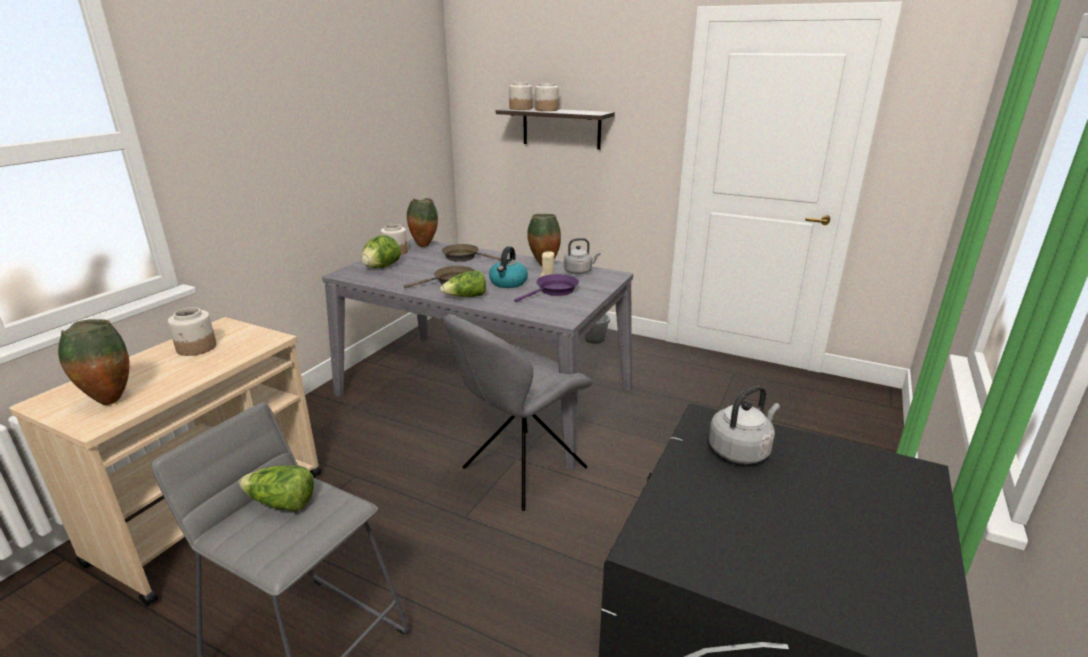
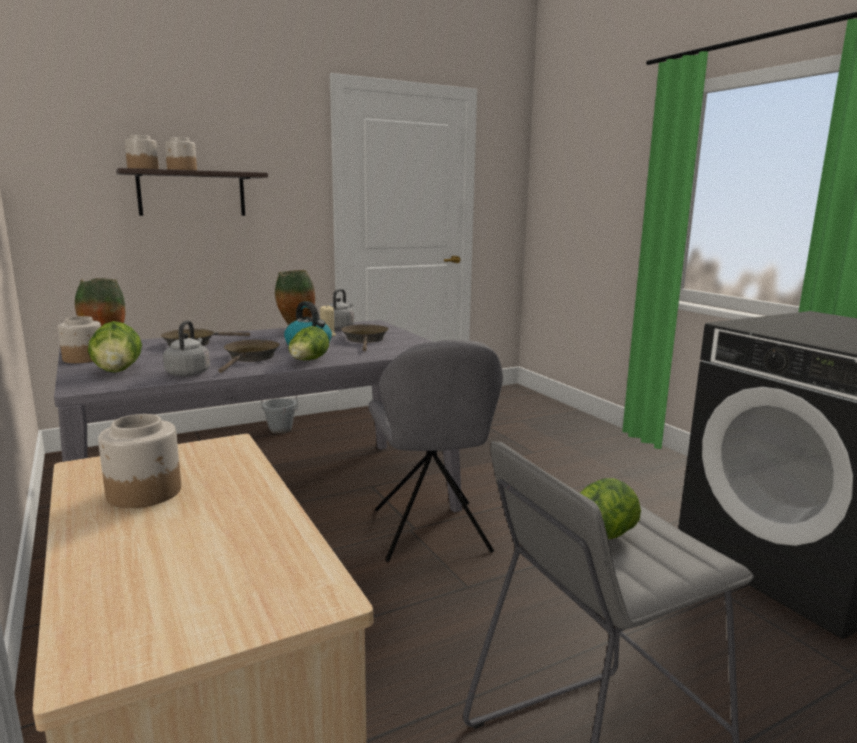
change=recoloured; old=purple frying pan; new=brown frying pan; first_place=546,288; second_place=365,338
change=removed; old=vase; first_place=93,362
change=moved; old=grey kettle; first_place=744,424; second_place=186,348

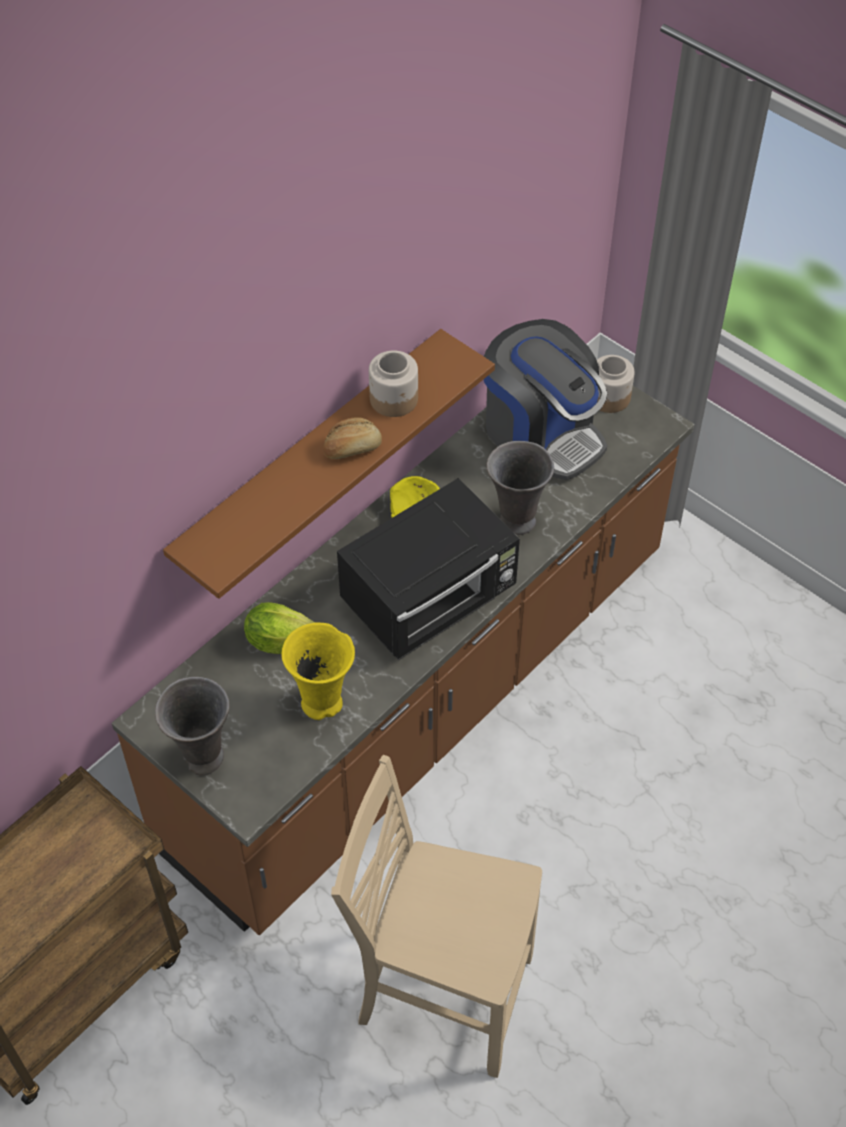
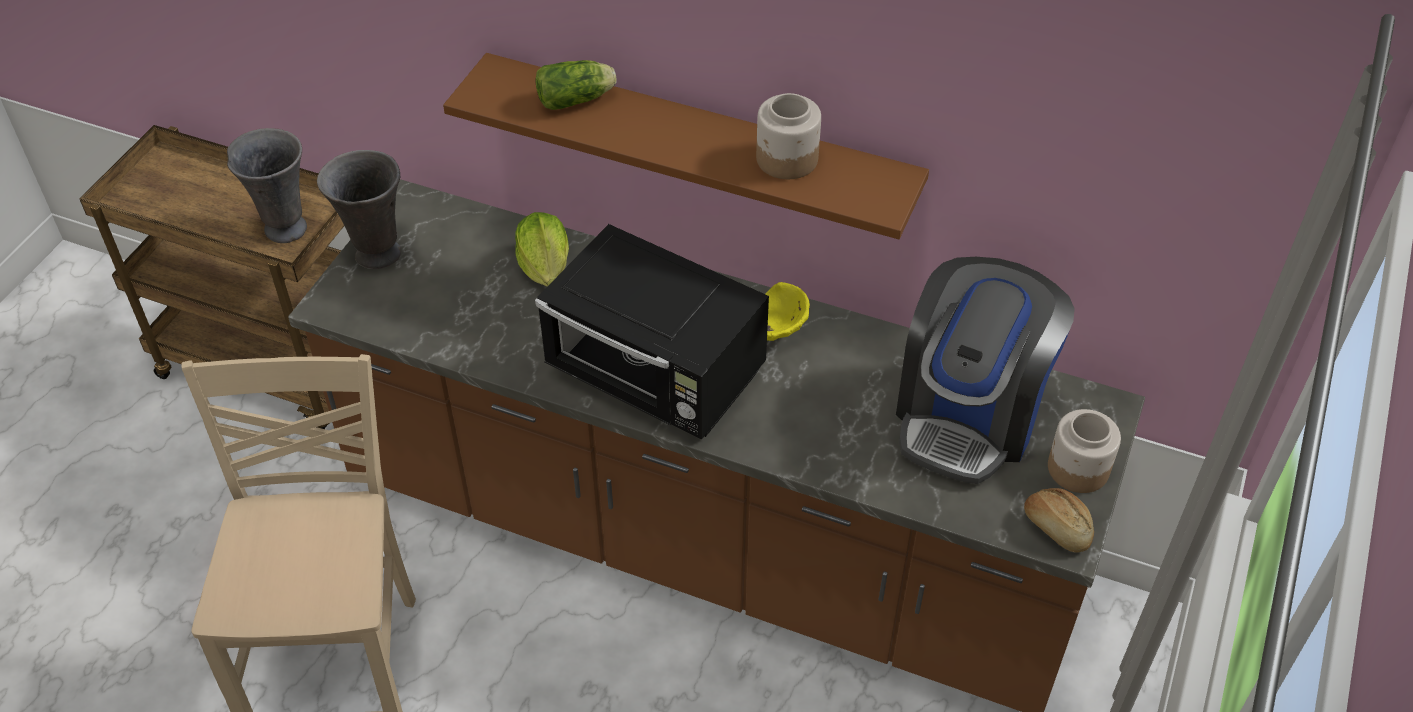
change=moved; old=bread; first_place=353,438; second_place=1059,520
change=moved; old=grey vase; first_place=520,488; second_place=267,185
change=removed; old=yellow vase; first_place=318,671
change=added; new=lettuce; second_place=576,85

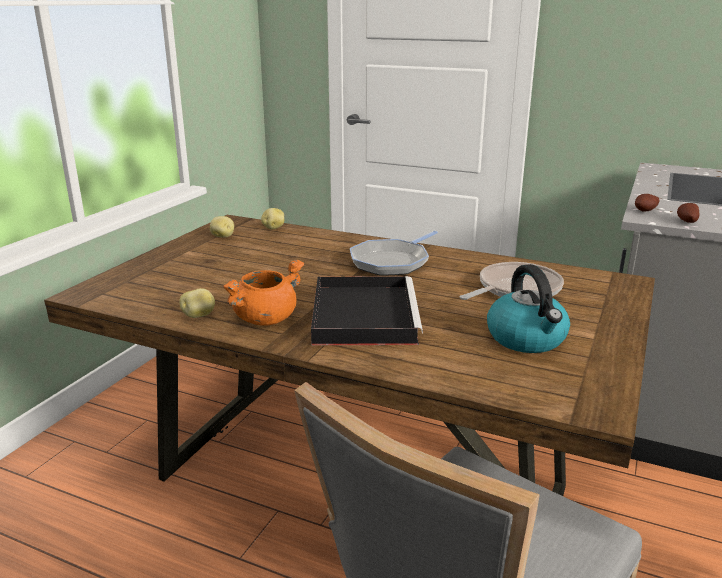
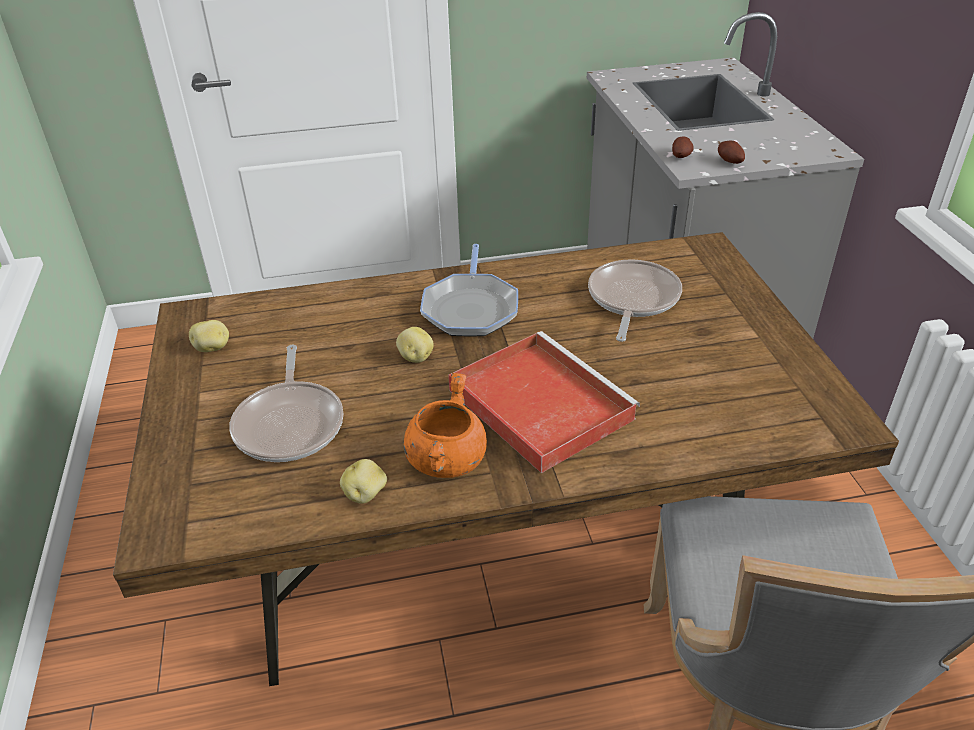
change=moved; old=potato; first_place=272,219; second_place=415,345
change=removed; old=kettle; first_place=528,308
change=recoloured; old=black tray; new=red tray; first_place=367,310; second_place=544,402
change=added; new=frying pan; second_place=286,403

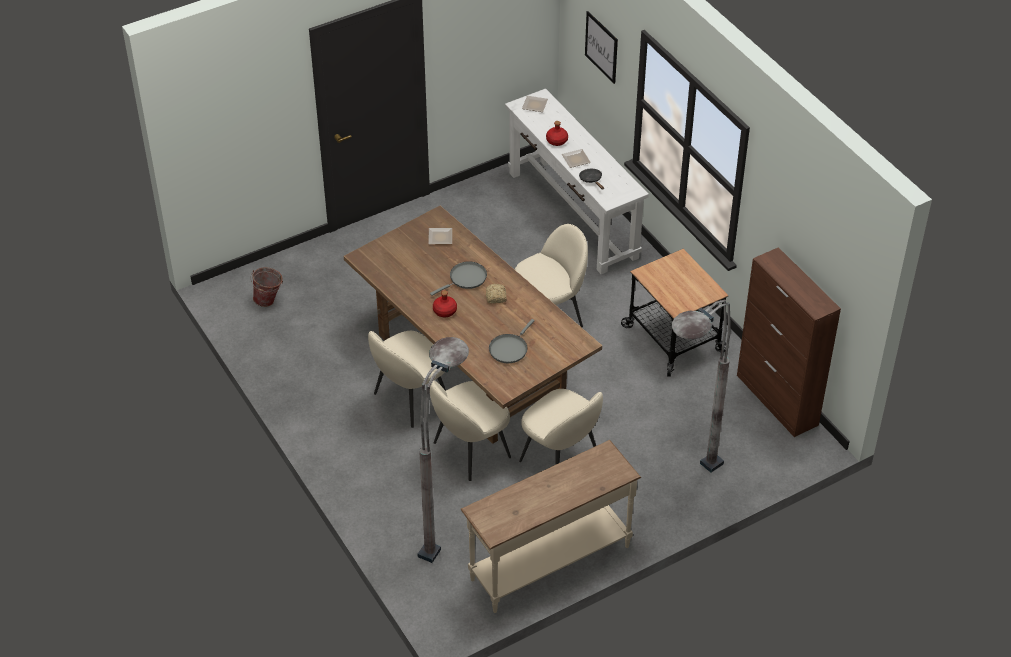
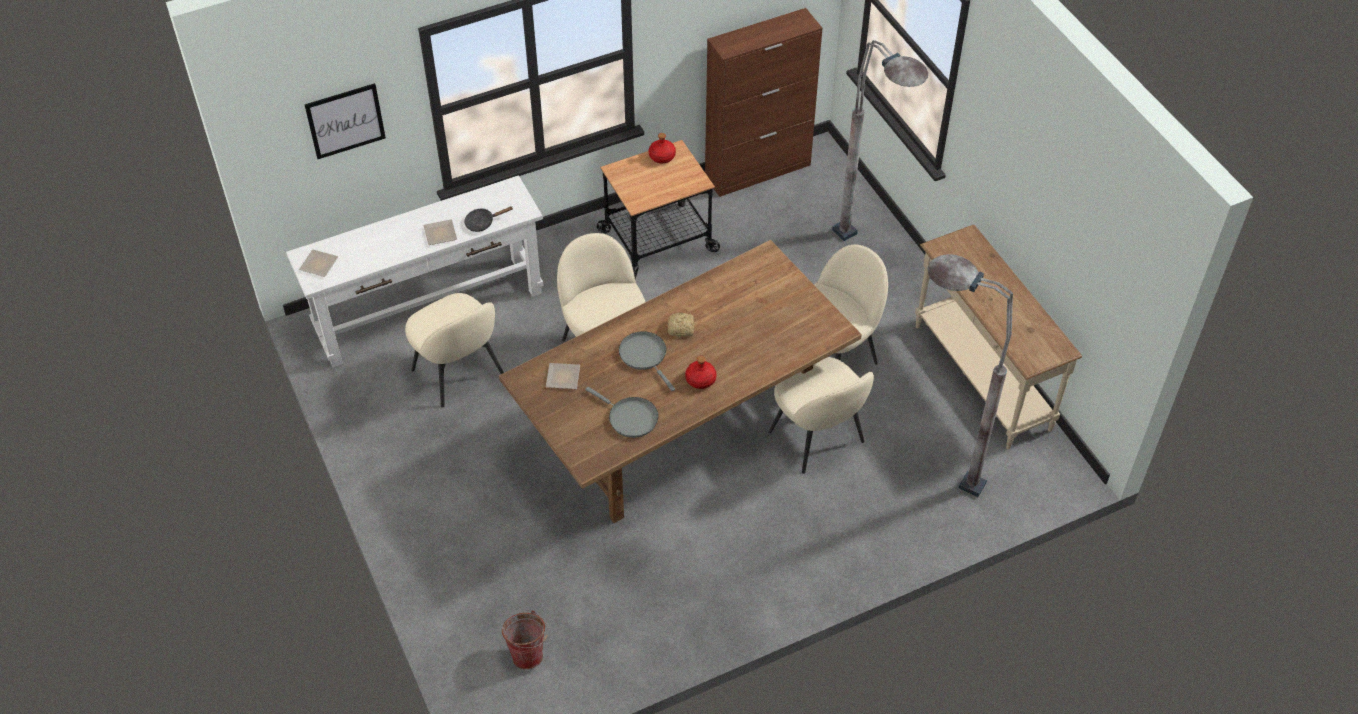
change=moved; old=red bottle; first_place=557,133; second_place=662,148
change=moved; old=grey frying pan; first_place=512,341; second_place=621,412
change=moved; old=beige chair; first_place=407,379; second_place=454,350

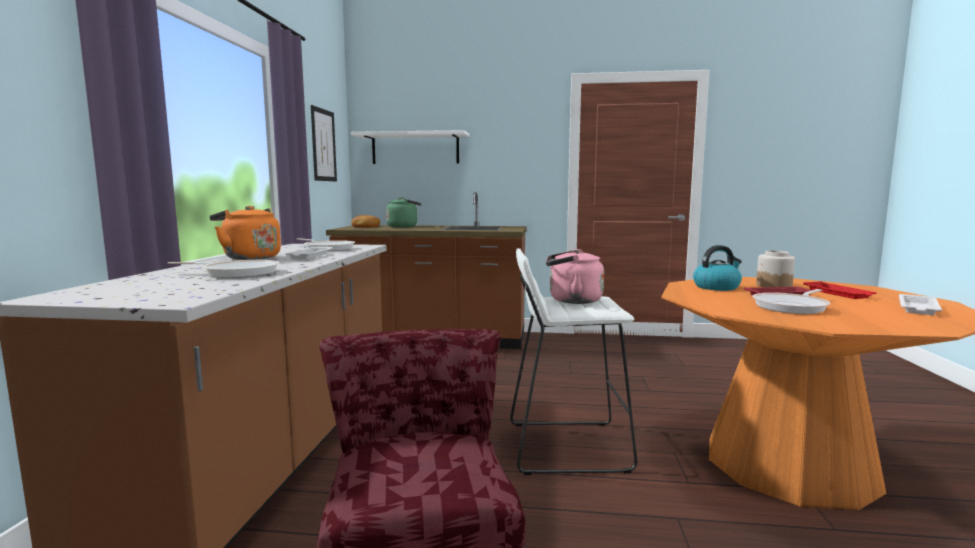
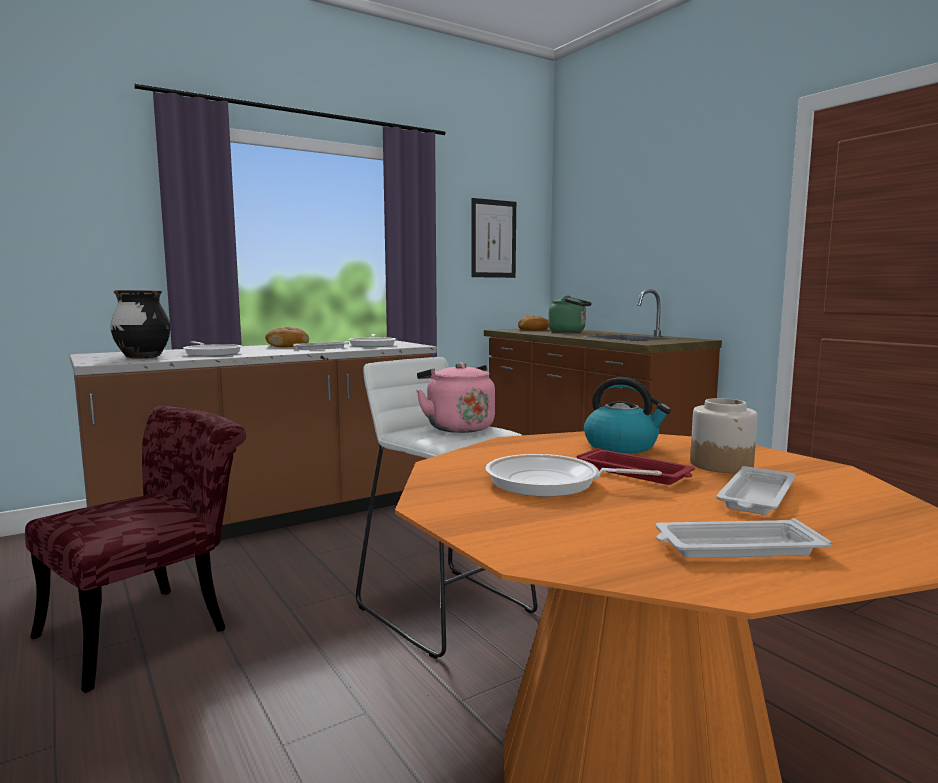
change=removed; old=white shelf; first_place=410,147
change=replaced; old=orange kettle; new=bread; first_place=245,233; second_place=287,337
change=recoloured; old=red tray; new=white tray; first_place=840,290; second_place=755,490
change=added; new=black vase; second_place=140,324

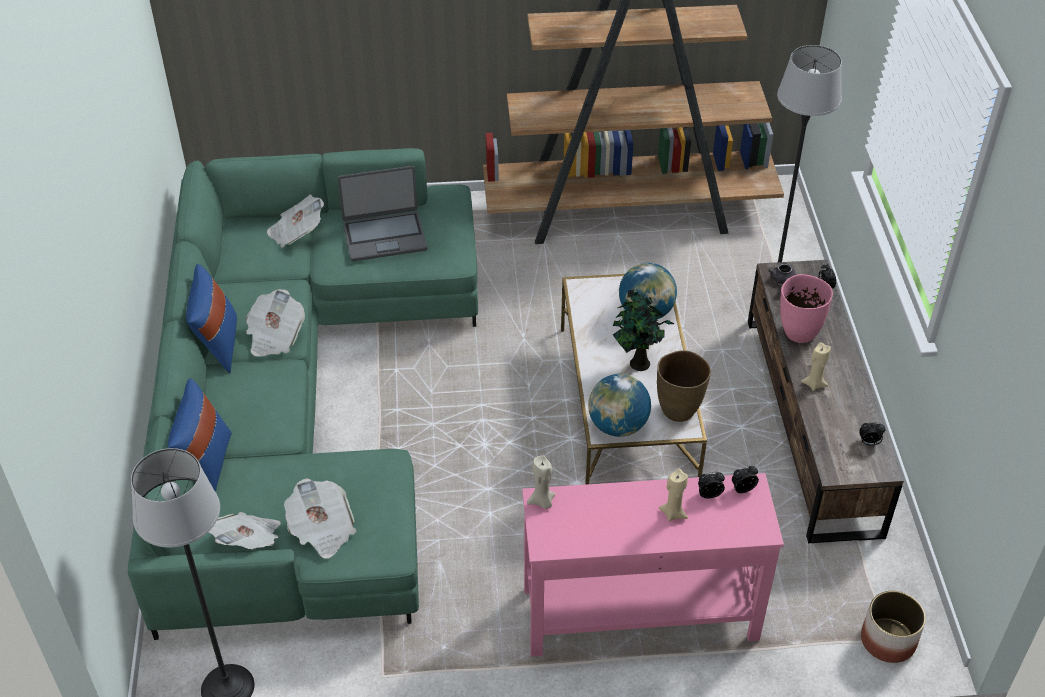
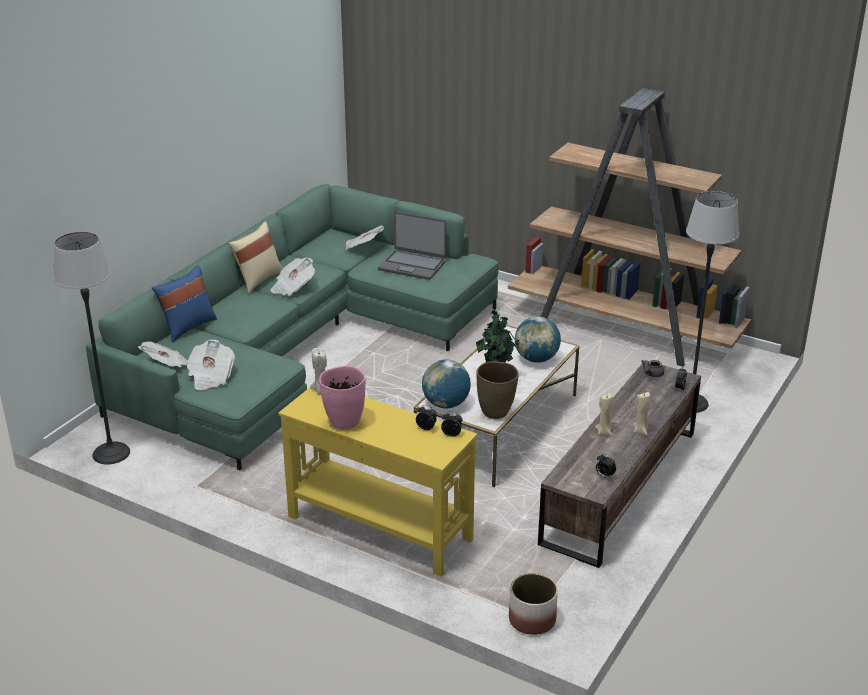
change=recoloured; old=blue pillow; new=beige pillow; first_place=211,318; second_place=255,257
change=moved; old=pink vase; first_place=806,308; second_place=342,398
change=moved; old=beige candle; first_place=673,494; second_place=642,414
change=recoloured; old=pink console table; new=yellow console table; first_place=653,565; second_place=378,482

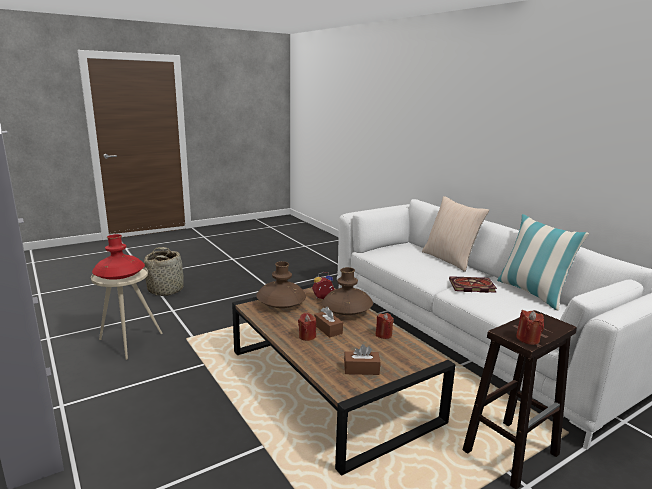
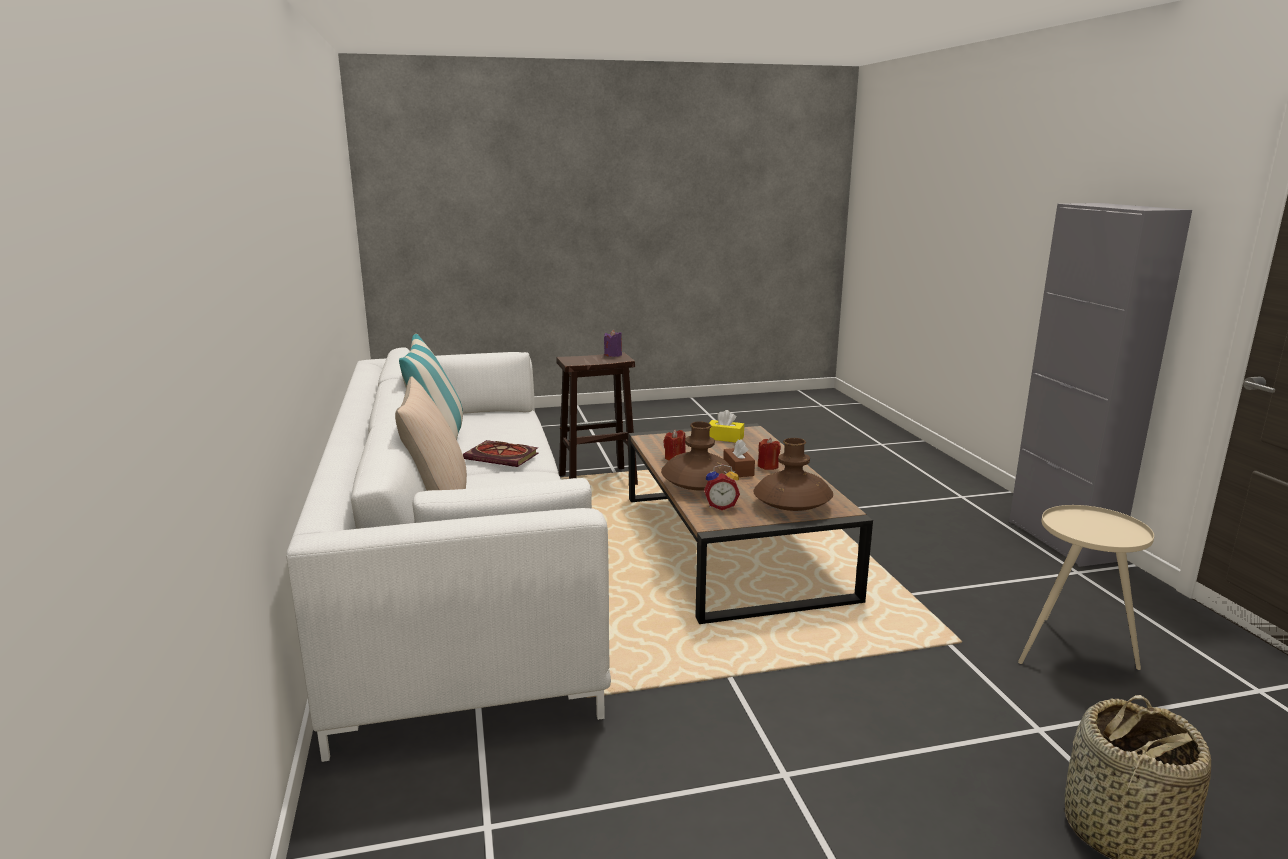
change=removed; old=red vase; first_place=118,257
change=recoloured; old=red candle; new=purple candle; first_place=530,327; second_place=613,343
change=recoloured; old=brown tissue box; new=yellow tissue box; first_place=362,359; second_place=726,426

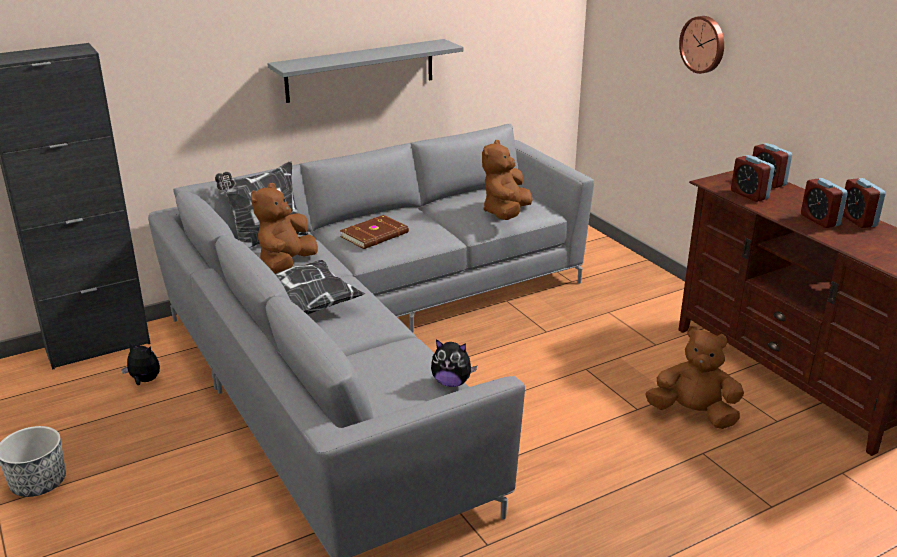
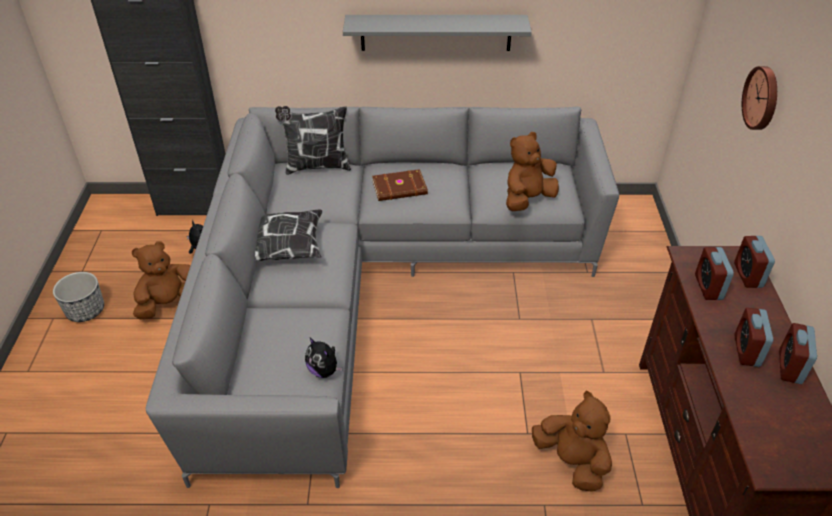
change=moved; old=brown plush toy; first_place=284,228; second_place=161,280

